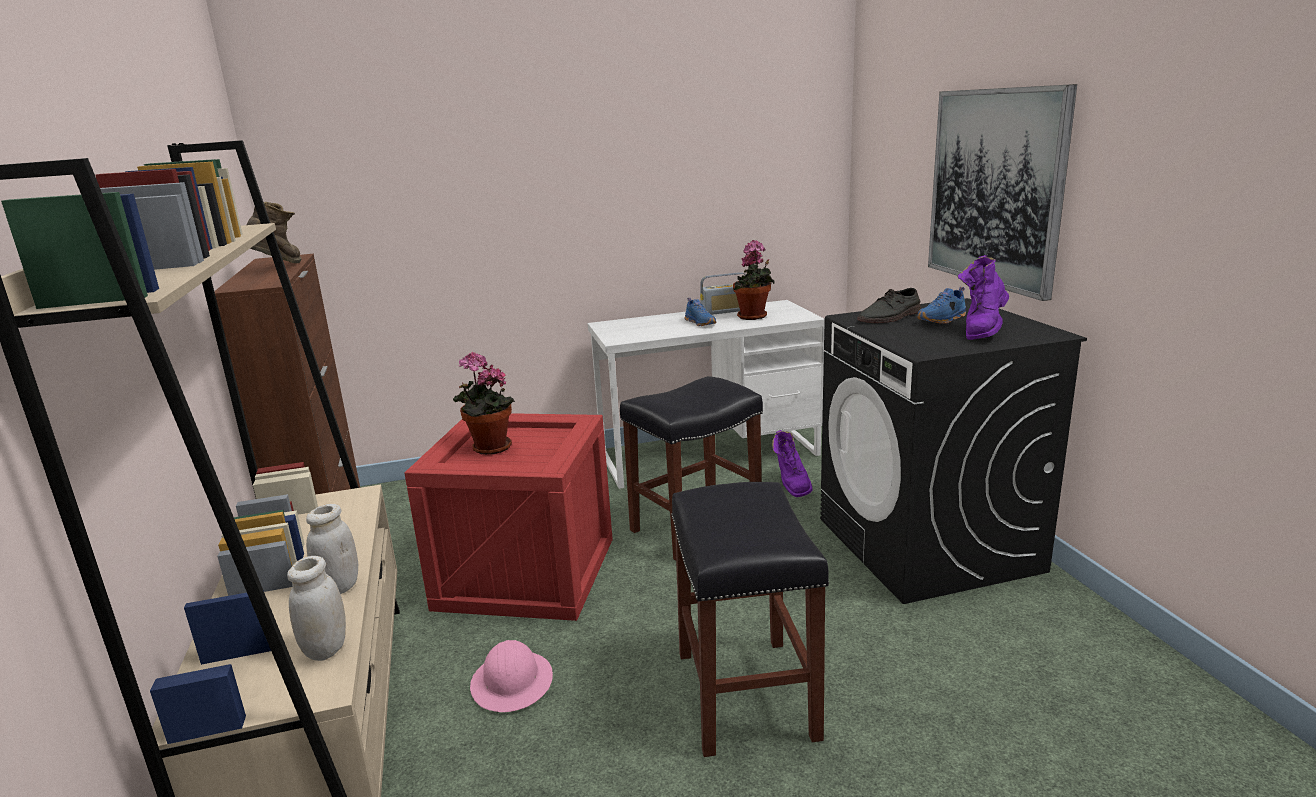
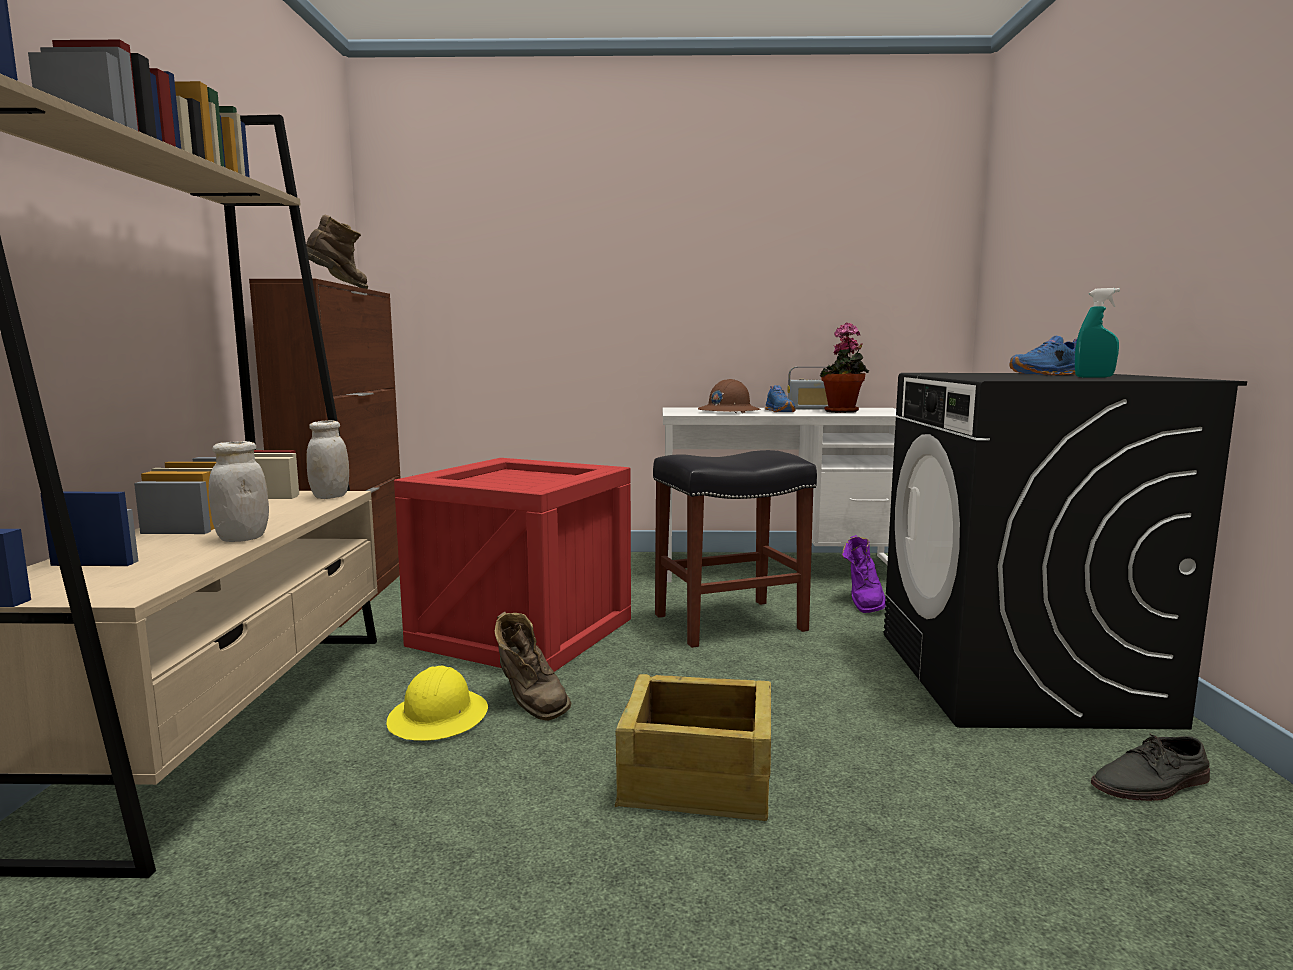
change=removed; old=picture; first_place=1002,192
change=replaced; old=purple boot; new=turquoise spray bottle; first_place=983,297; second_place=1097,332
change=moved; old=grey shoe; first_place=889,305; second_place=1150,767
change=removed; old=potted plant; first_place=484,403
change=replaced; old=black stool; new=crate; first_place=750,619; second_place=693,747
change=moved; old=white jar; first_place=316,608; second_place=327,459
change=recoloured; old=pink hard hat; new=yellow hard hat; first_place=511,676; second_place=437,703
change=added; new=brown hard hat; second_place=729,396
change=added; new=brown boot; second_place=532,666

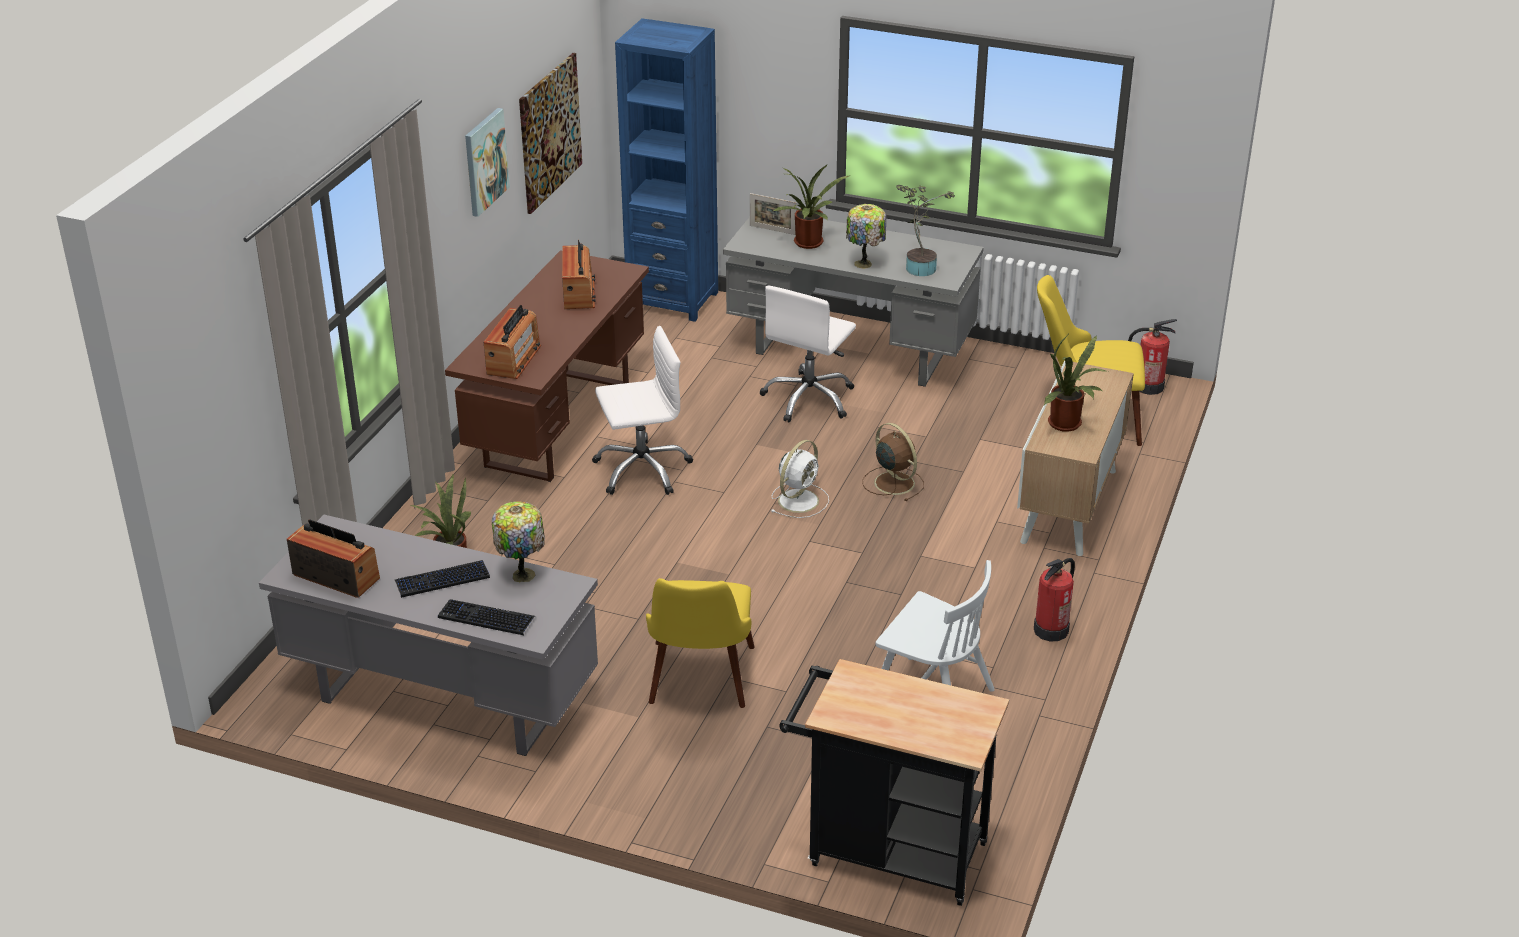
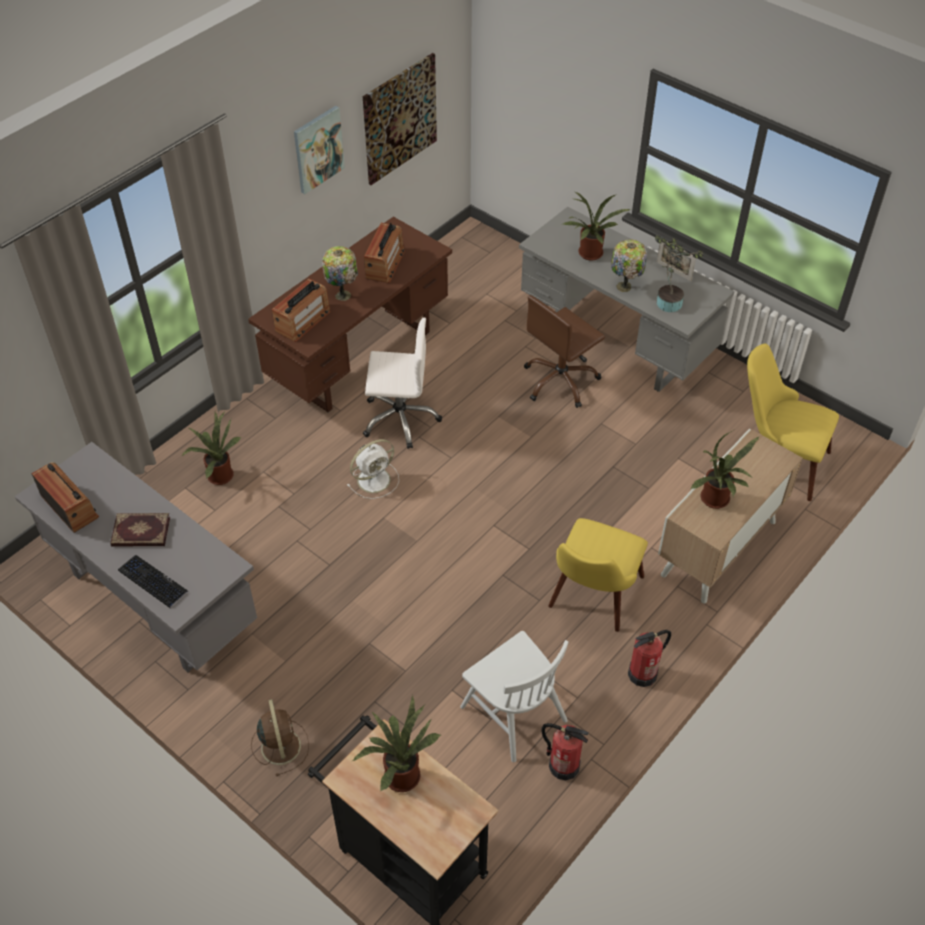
change=removed; old=blue bookcase; first_place=666,170
change=moved; old=picture frame; first_place=773,214; second_place=676,261
change=recoloured; old=white office chair; new=brown office chair; first_place=807,354; second_place=564,351
change=moved; old=fire extinguisher; first_place=1152,357; second_place=565,751
change=moved; old=brown fan; first_place=893,462; second_place=280,737
change=moved; old=white fan; first_place=800,479; second_place=373,469
change=moved; old=table lamp; first_place=518,541; second_place=340,273
change=replaced; old=keyboard; new=book; first_place=442,579; second_place=140,530
change=moved; old=yellow chair; first_place=700,643; second_place=598,575
change=added; new=potted plant; second_place=397,743

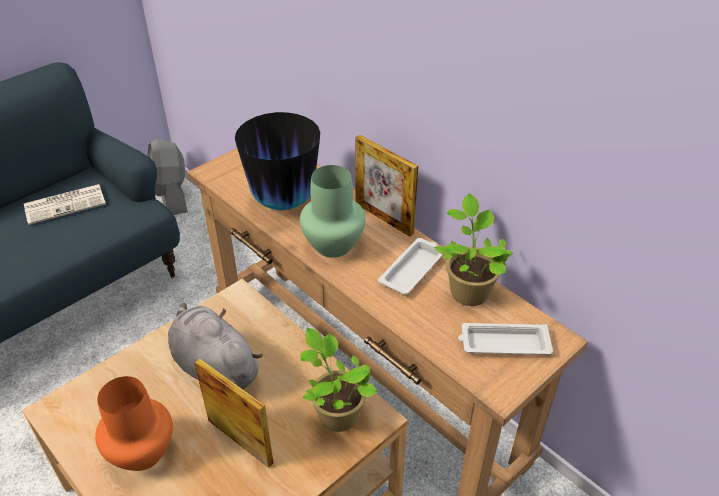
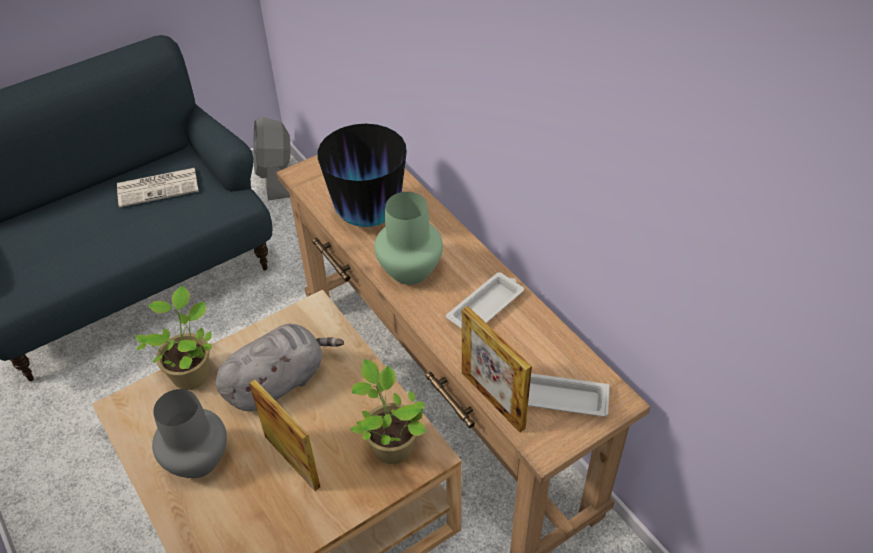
change=moved; old=picture frame; first_place=386,186; second_place=497,369
change=moved; old=potted plant; first_place=473,249; second_place=173,338
change=turned; old=grey plush toy; first_place=215,346; second_place=279,367; degrees=90
change=recoloured; old=orange vase; new=grey vase; first_place=134,423; second_place=189,433

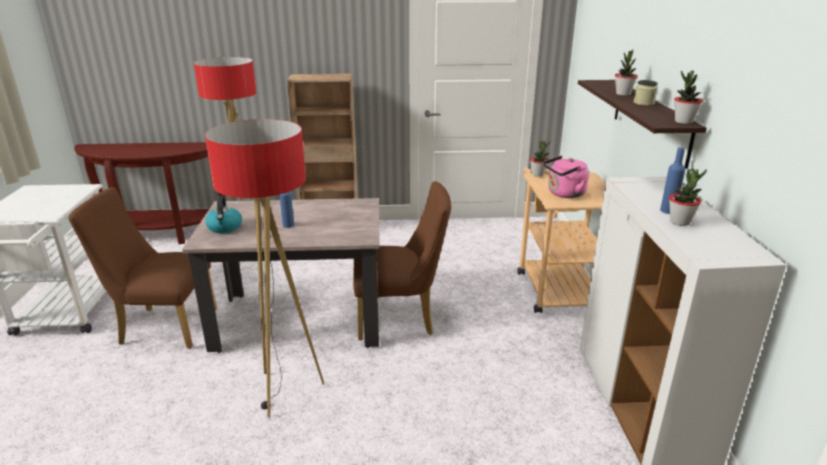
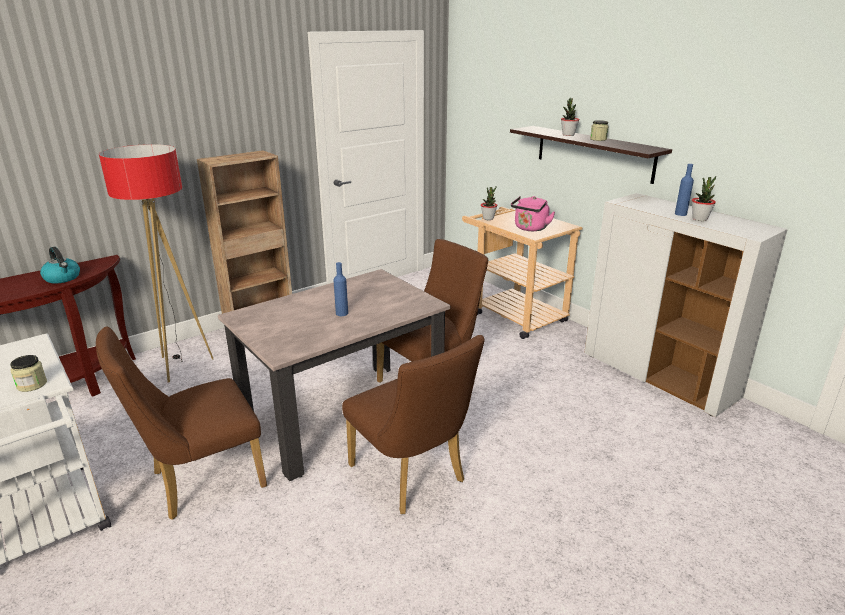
change=removed; old=potted plant; first_place=688,97
change=replaced; old=floor lamp; new=brown chair; first_place=264,268; second_place=413,424
change=moved; old=kettle; first_place=223,214; second_place=60,265
change=added; new=jar; second_place=28,373

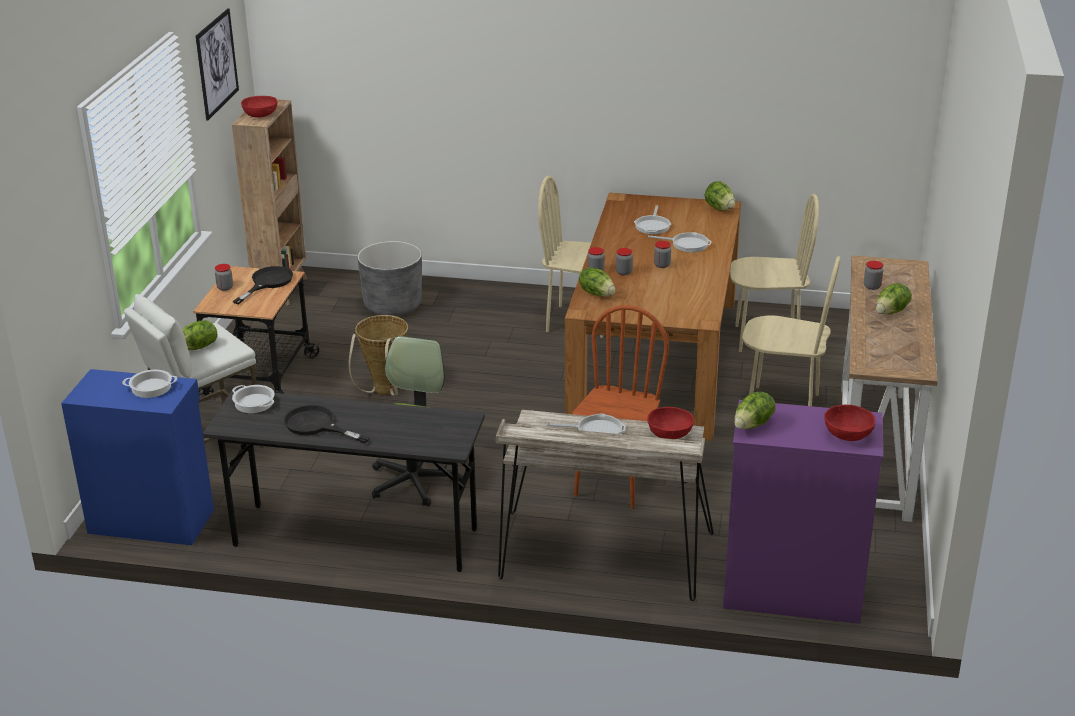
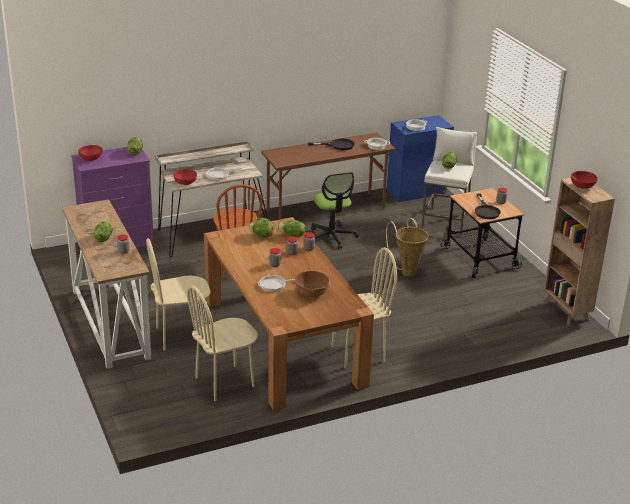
change=removed; old=picture; first_place=217,64
change=moved; old=lettuce; first_place=720,196; second_place=261,227
change=replaced; old=frying pan; new=brown bowl; first_place=652,219; second_place=312,284
change=removed; old=grey planter; first_place=389,278
change=recoloured; old=grey desk; new=brown desk; first_place=344,480; second_place=328,176

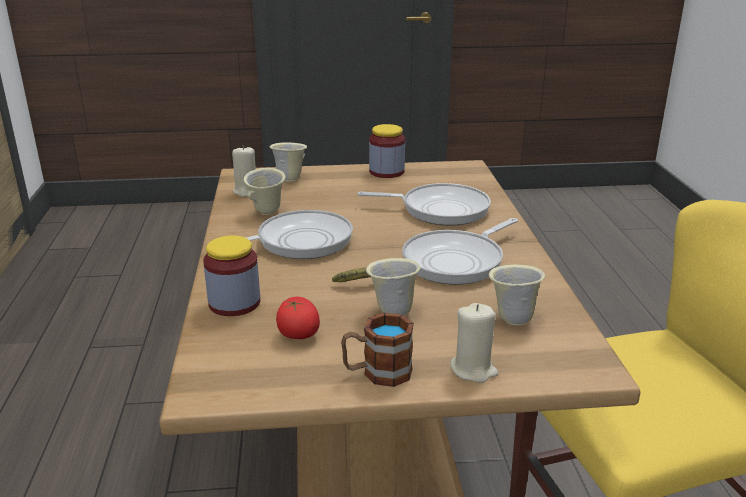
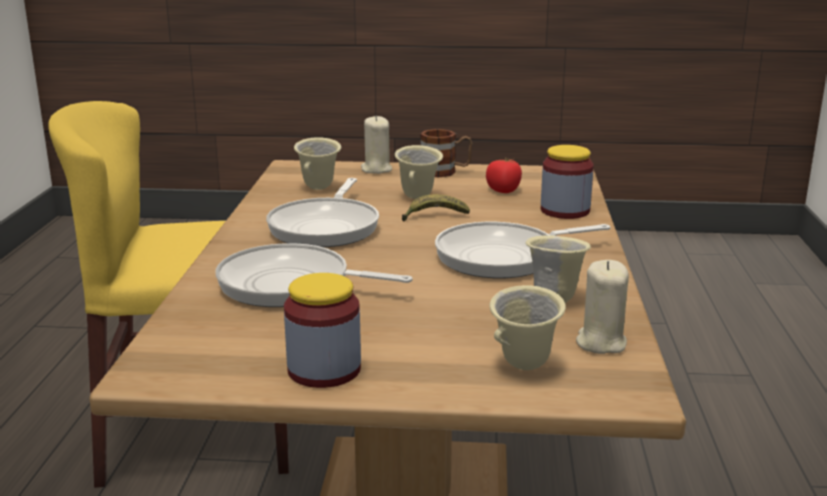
change=turned; old=frying pan; first_place=460,251; second_place=322,212; degrees=135

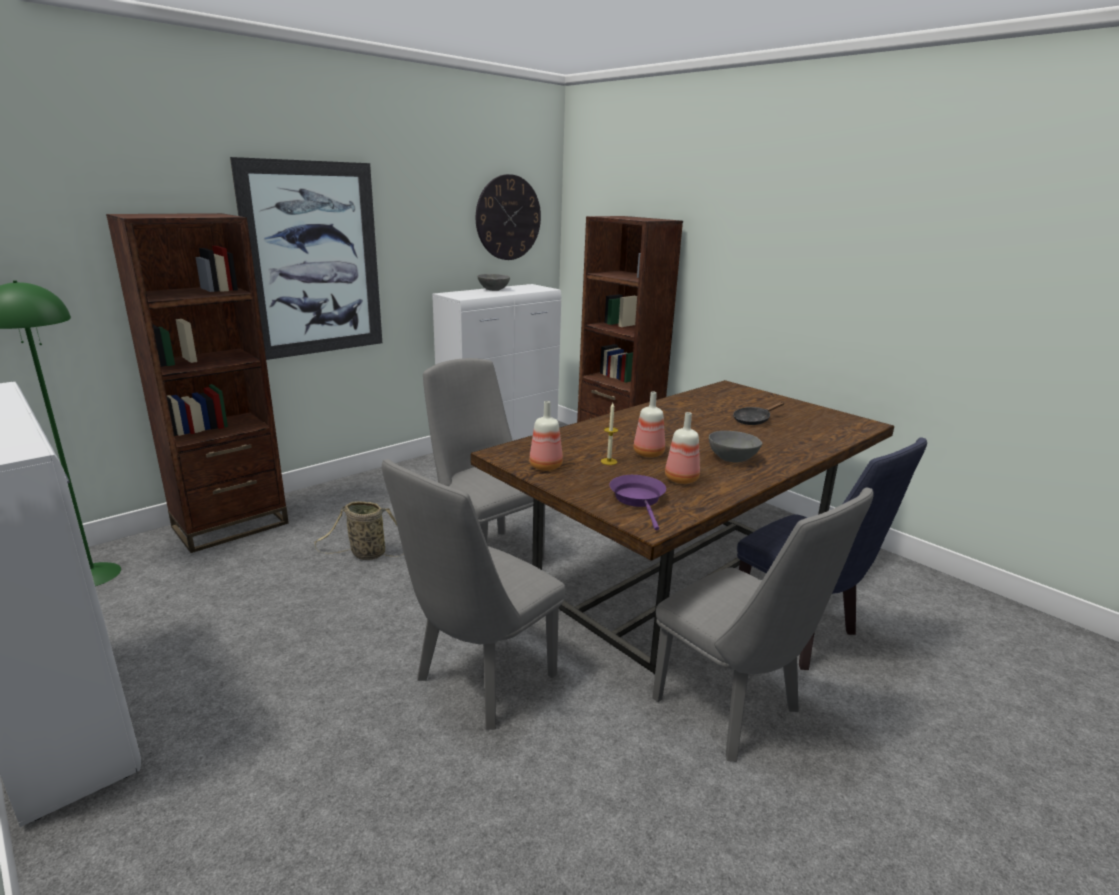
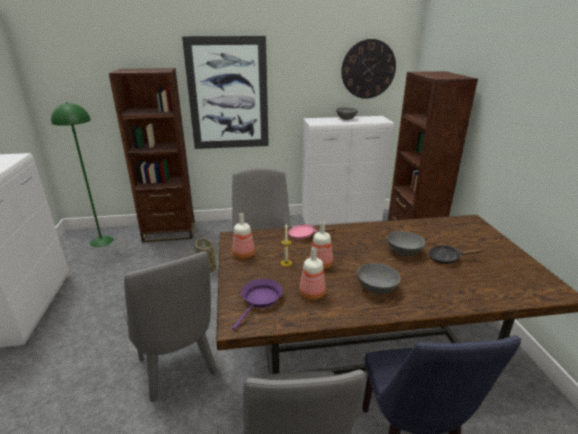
change=turned; old=grey chair; first_place=473,594; second_place=171,326; degrees=-105
change=added; new=pink frying pan; second_place=311,231
change=added; new=grey bowl; second_place=406,243

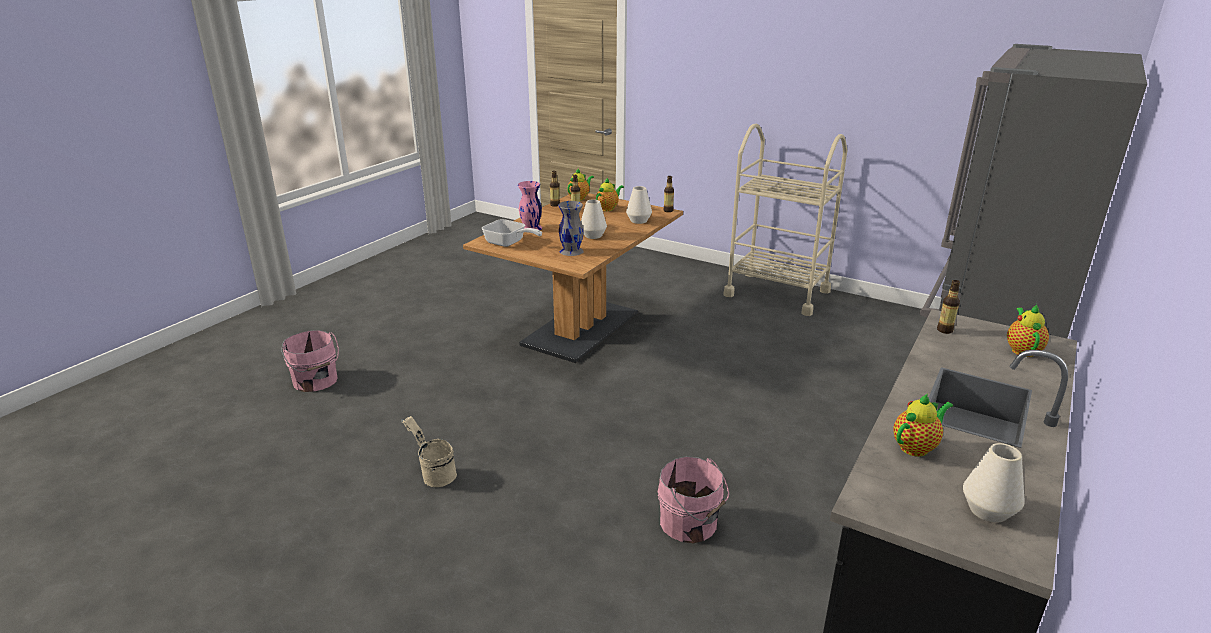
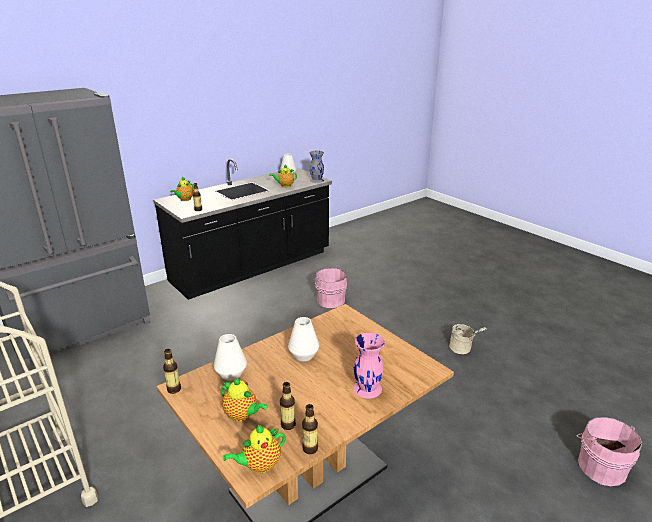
change=turned; old=teapot; first_place=610,194; second_place=244,400; degrees=-120
change=moved; old=grey vase; first_place=571,228; second_place=317,167
change=removed; old=frying pan; first_place=511,233

